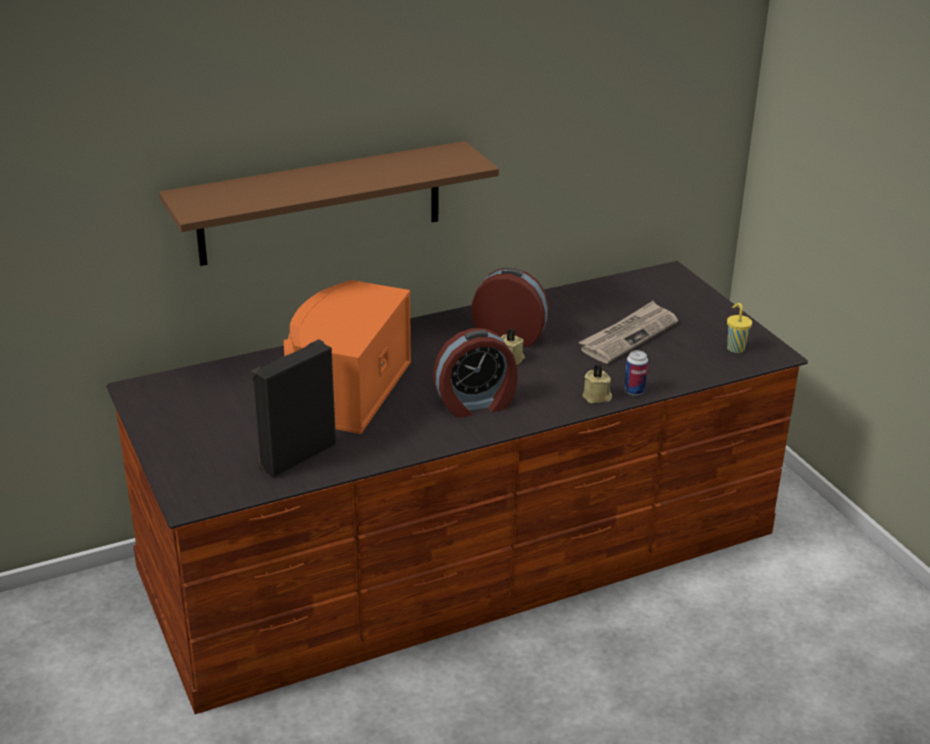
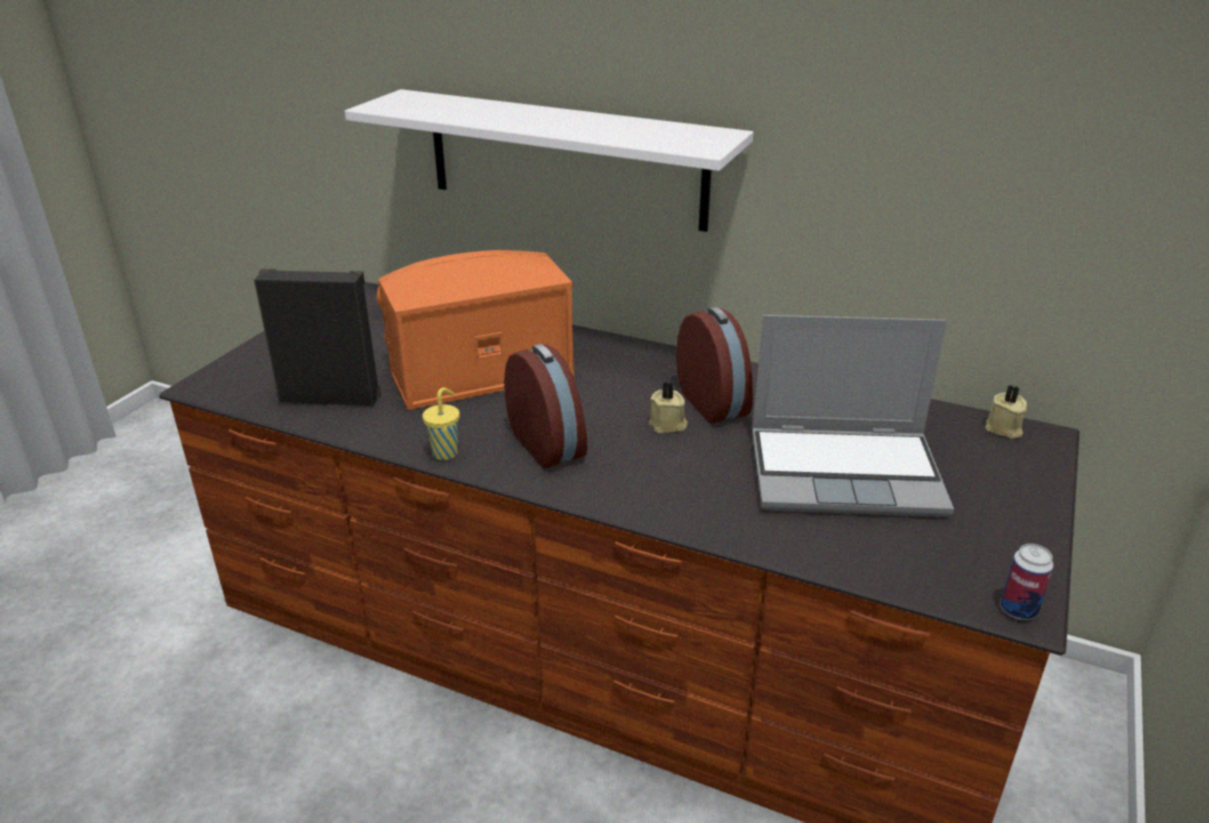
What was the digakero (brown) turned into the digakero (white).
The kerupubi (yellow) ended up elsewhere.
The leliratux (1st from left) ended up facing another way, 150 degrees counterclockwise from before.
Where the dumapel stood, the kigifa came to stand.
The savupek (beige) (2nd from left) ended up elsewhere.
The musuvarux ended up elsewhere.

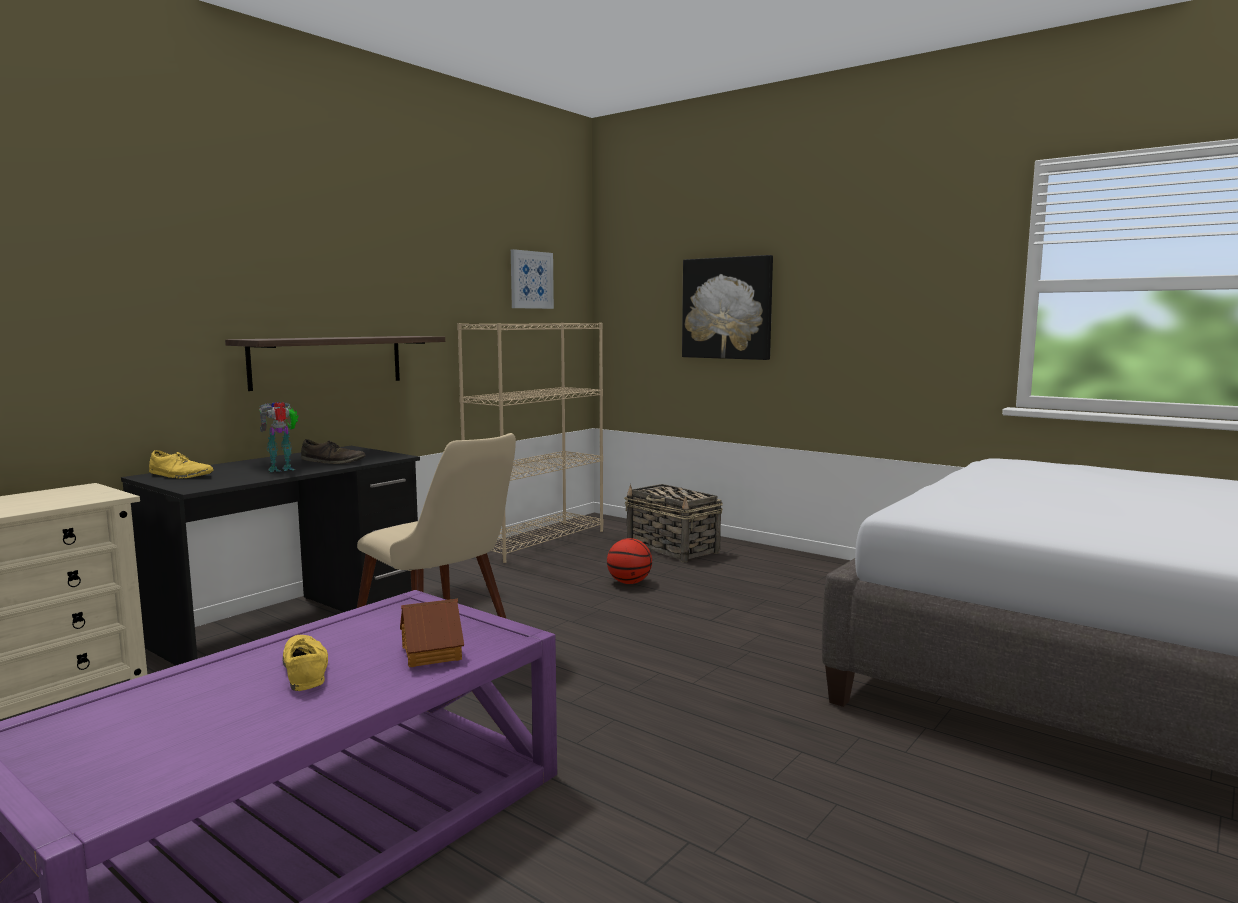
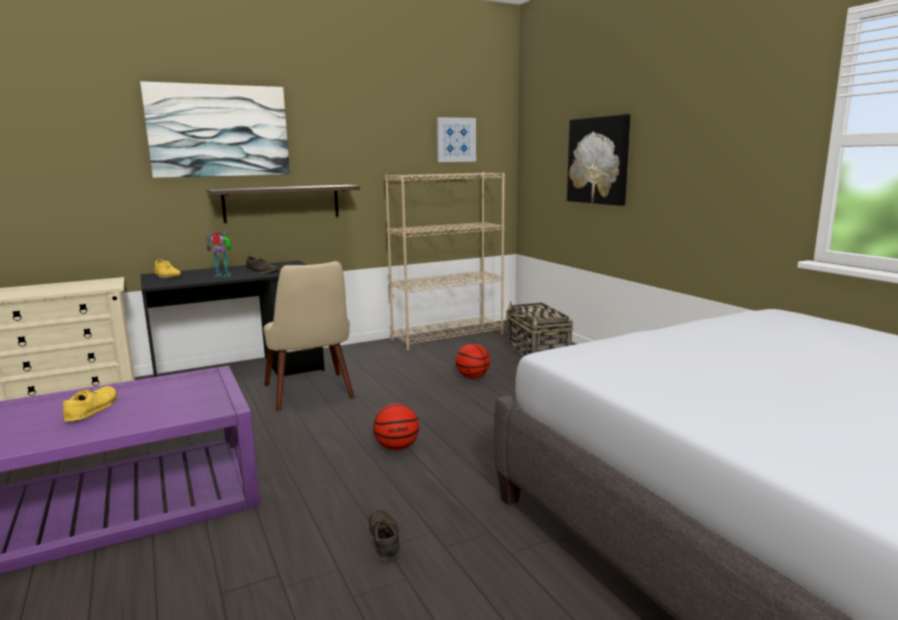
The second view gained the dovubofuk (1st from left).
The second view gained the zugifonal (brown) (2nd from left).
The second view gained the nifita (1st from left).
The second view lost the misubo.

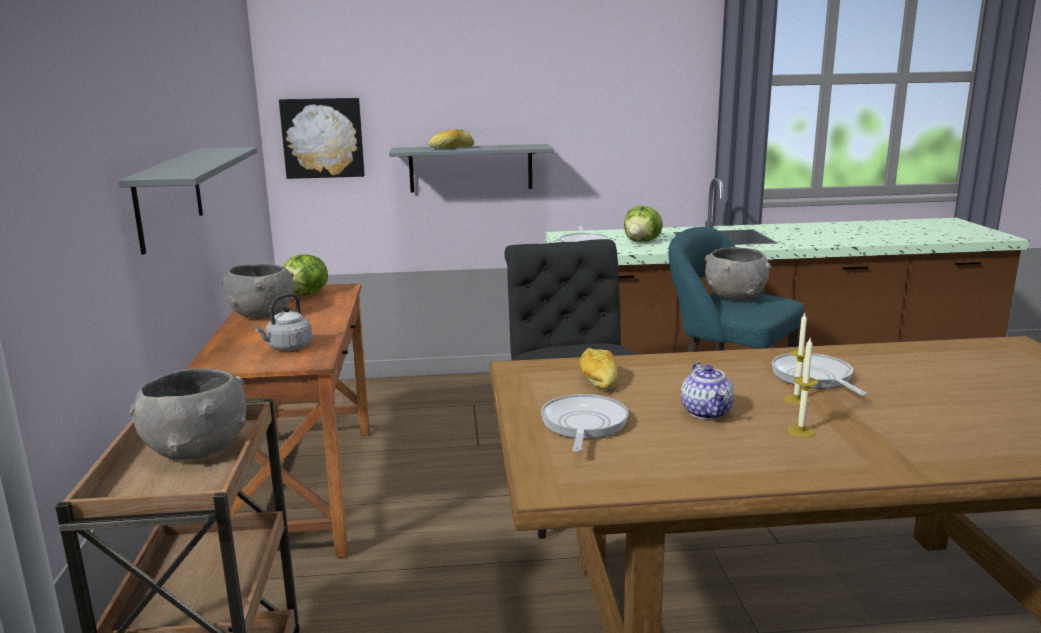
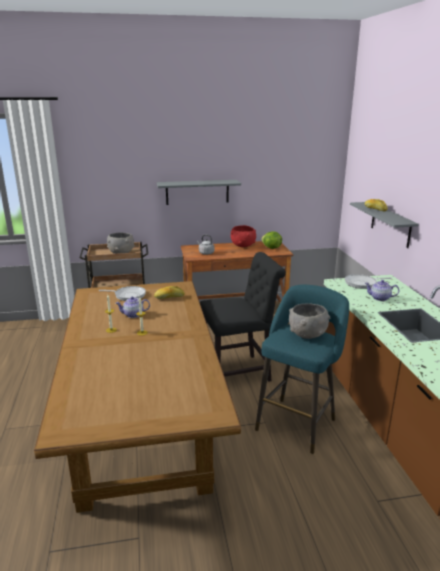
What was the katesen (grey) (2nd from left) turned into the katesen (red).
Where the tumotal (2nd from left) stood, the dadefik (2nd from left) came to stand.
The second view lost the dovubofuk.
The second view lost the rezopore (3rd from left).

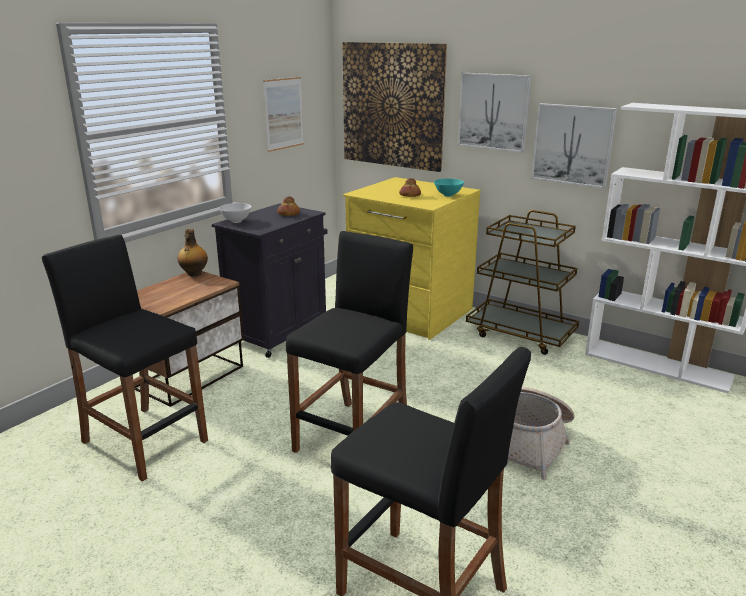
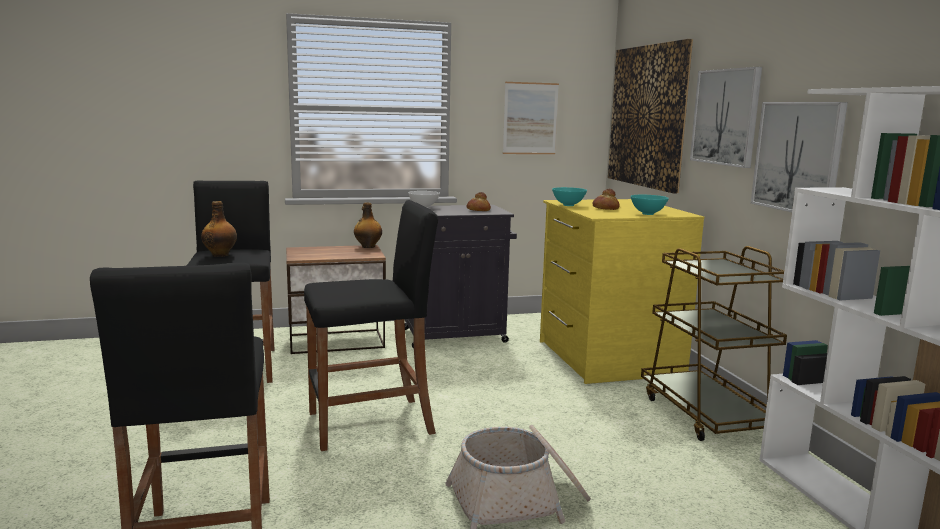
The second view gained the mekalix (1st from left).
The second view gained the katesen (turquoise) (1st from left).

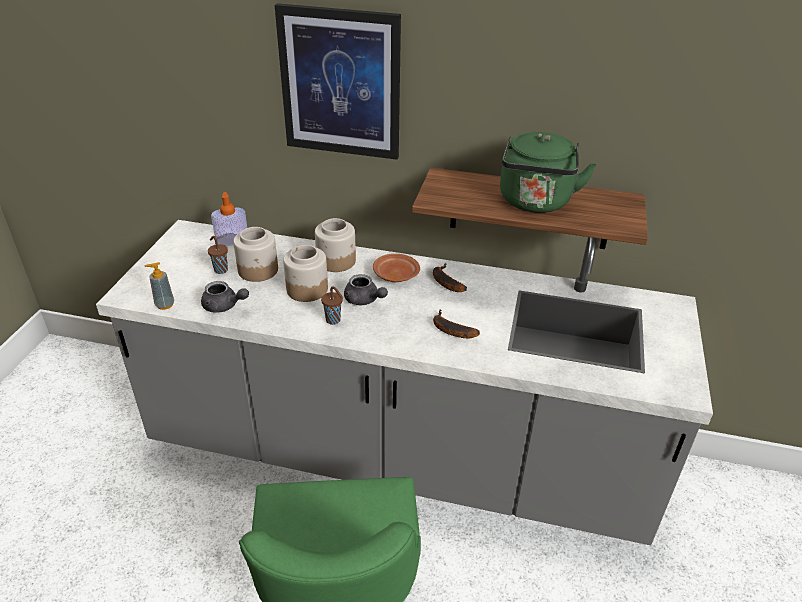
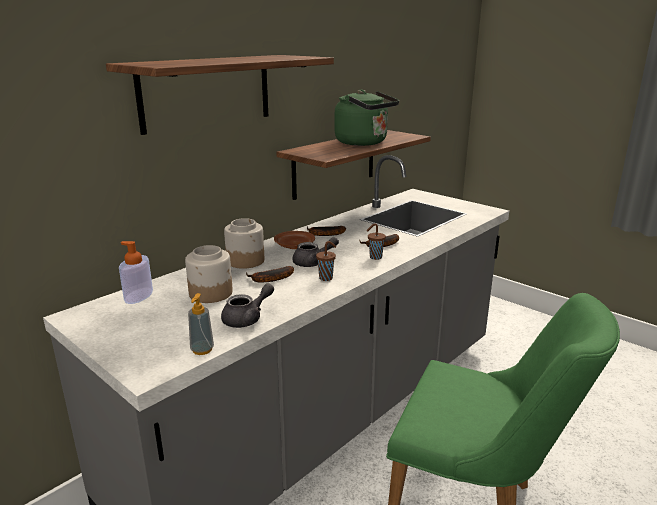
Where the dovubofuk hung, the digakero (1st from left) came to hang.
Where the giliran (2nd from left) stood, the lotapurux (1st from left) came to stand.
The kerupubi (brown) (1st from left in the first image) ended up elsewhere.

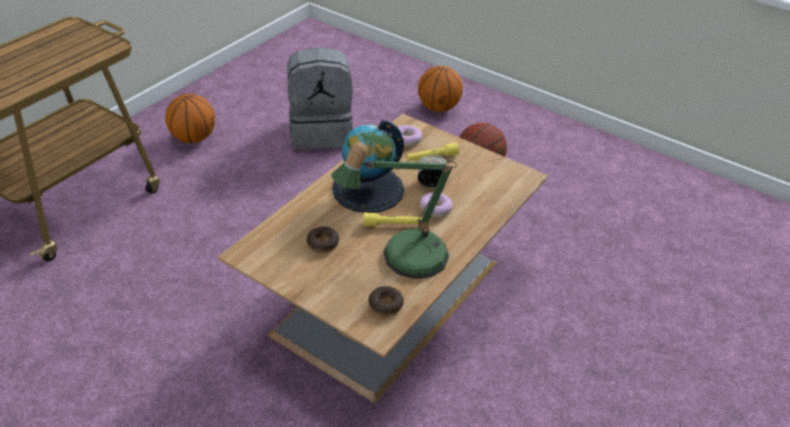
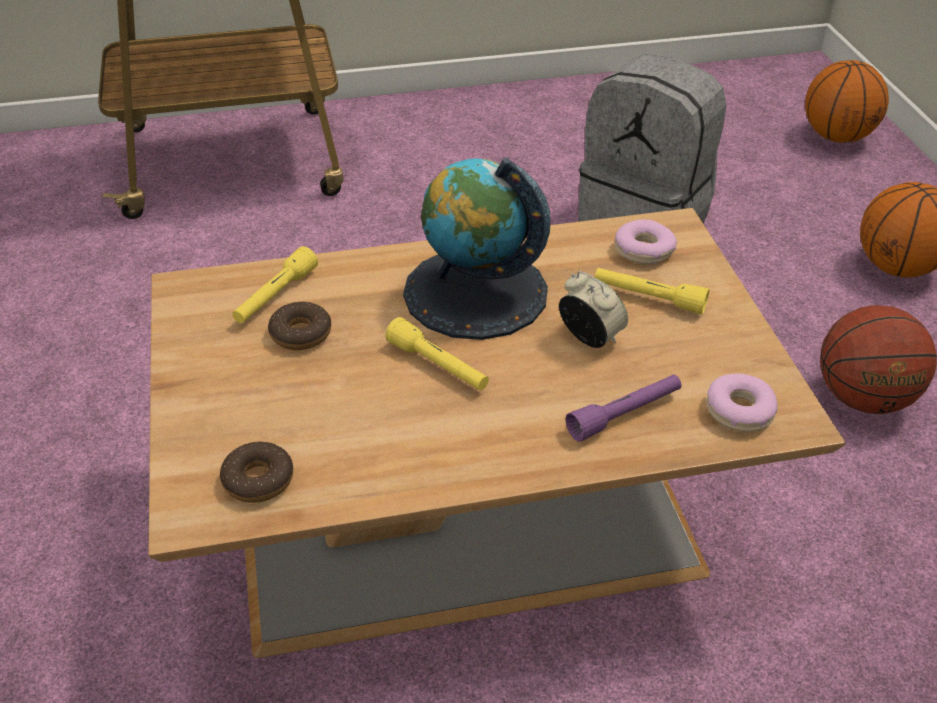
The second view gained the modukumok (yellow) (1st from left).
The second view gained the modukumok (purple).
The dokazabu (4th from left) ended up elsewhere.
The nifita (1st from left) ended up elsewhere.
The second view lost the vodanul.

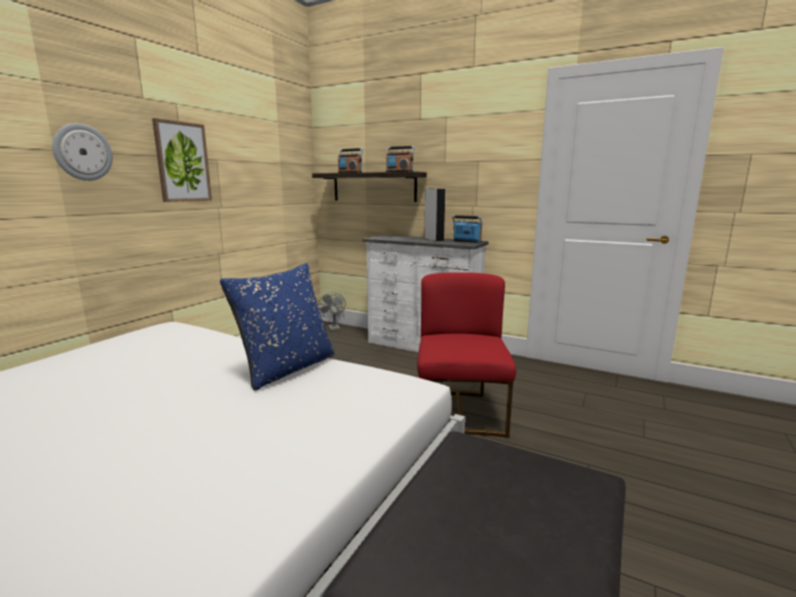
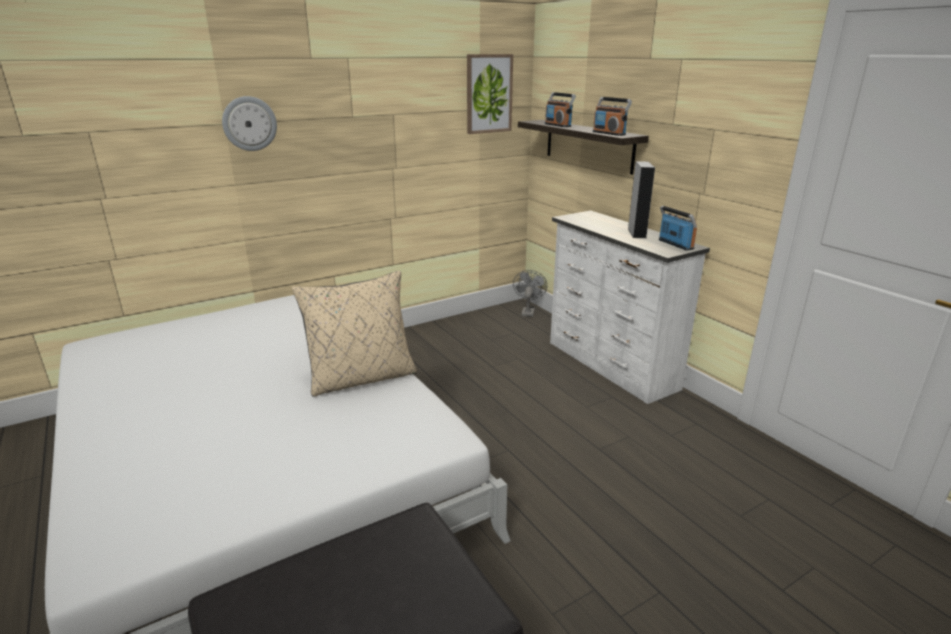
What was the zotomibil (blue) turned into the zotomibil (beige).
The dovubofuk ended up elsewhere.
The second view lost the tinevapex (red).

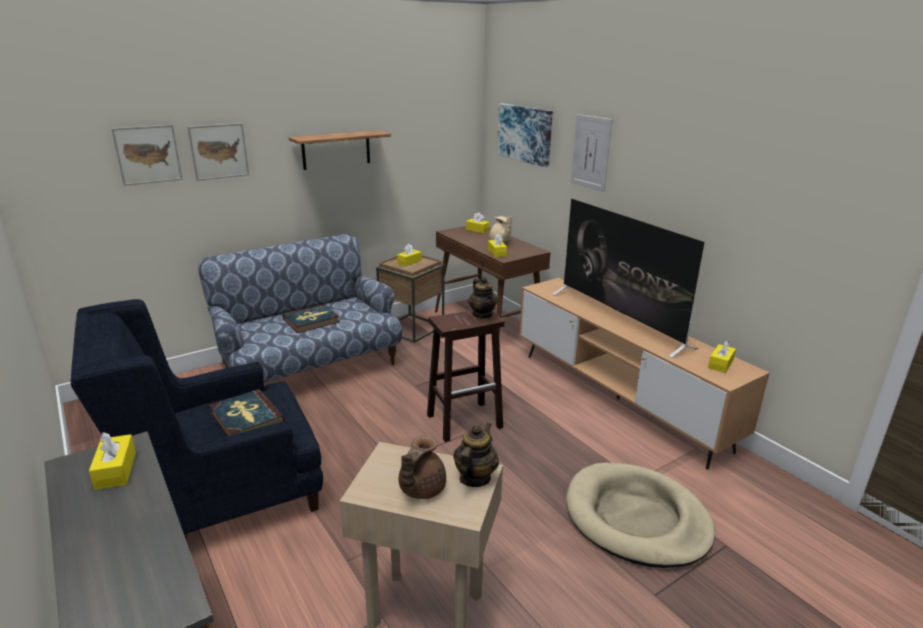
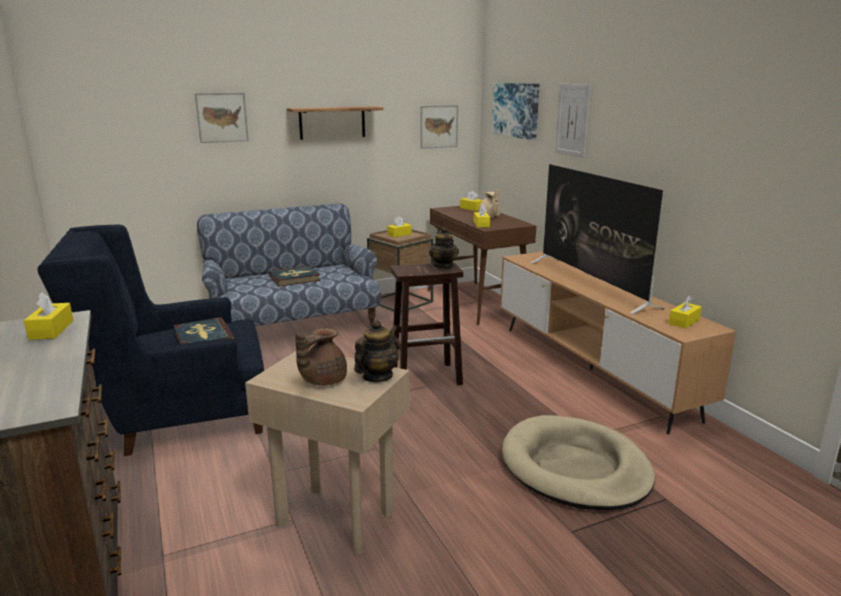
The dovubofuk (1st from left in the first image) ended up elsewhere.

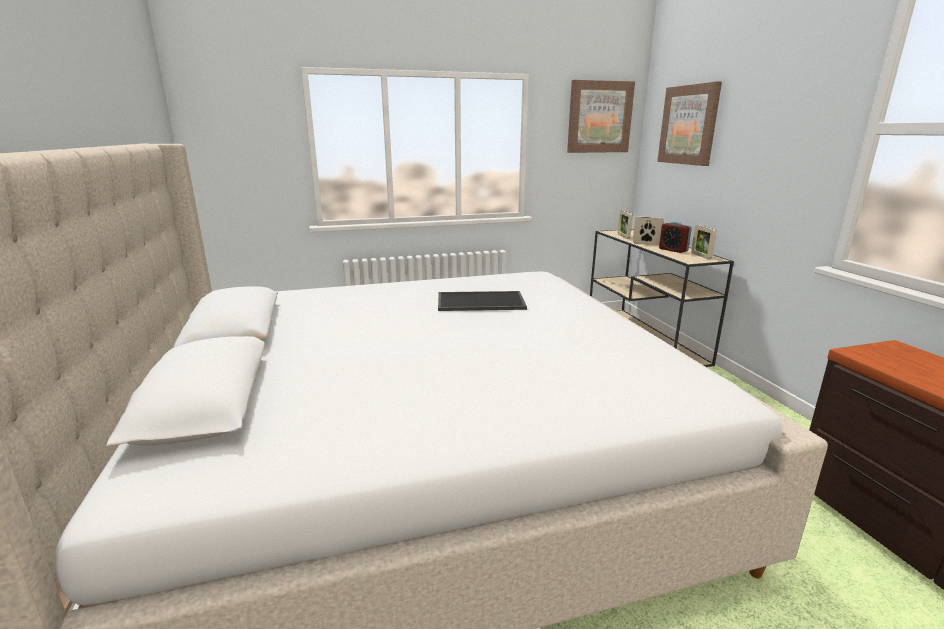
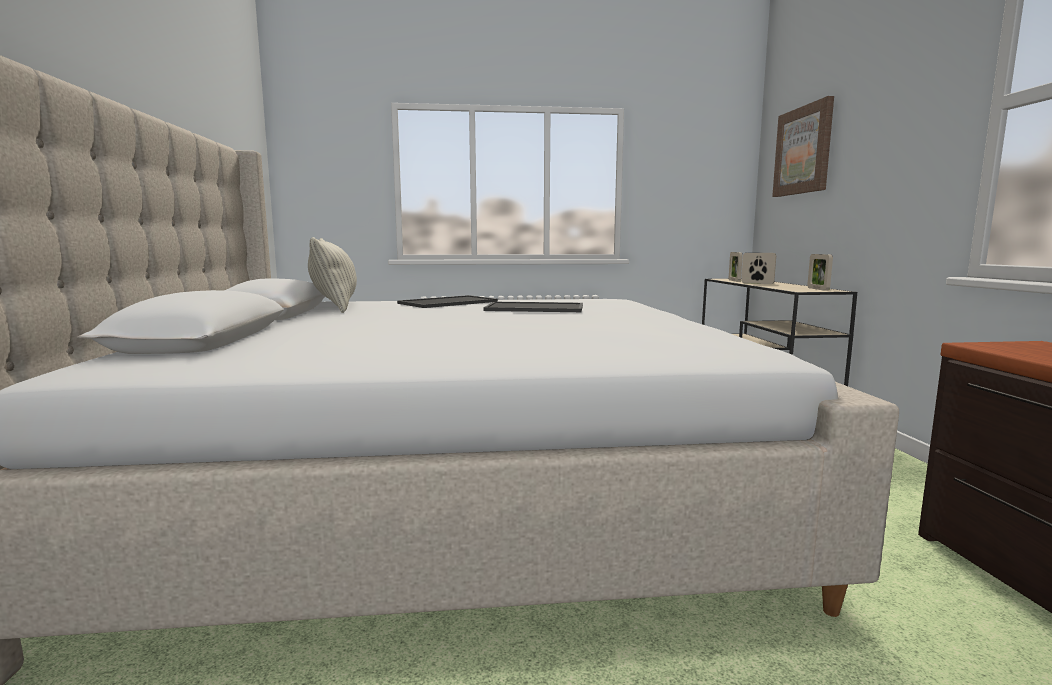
The second view gained the zotomibil.
The second view gained the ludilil (1st from left).
The second view lost the dovubofuk (1st from left).
The second view lost the leliratux.

